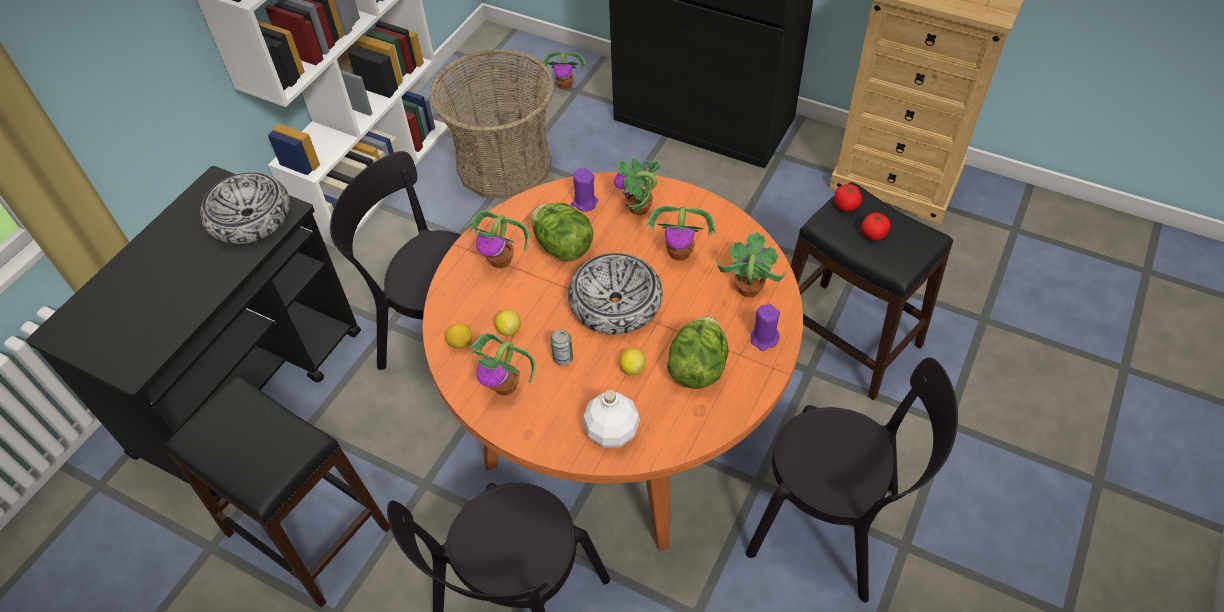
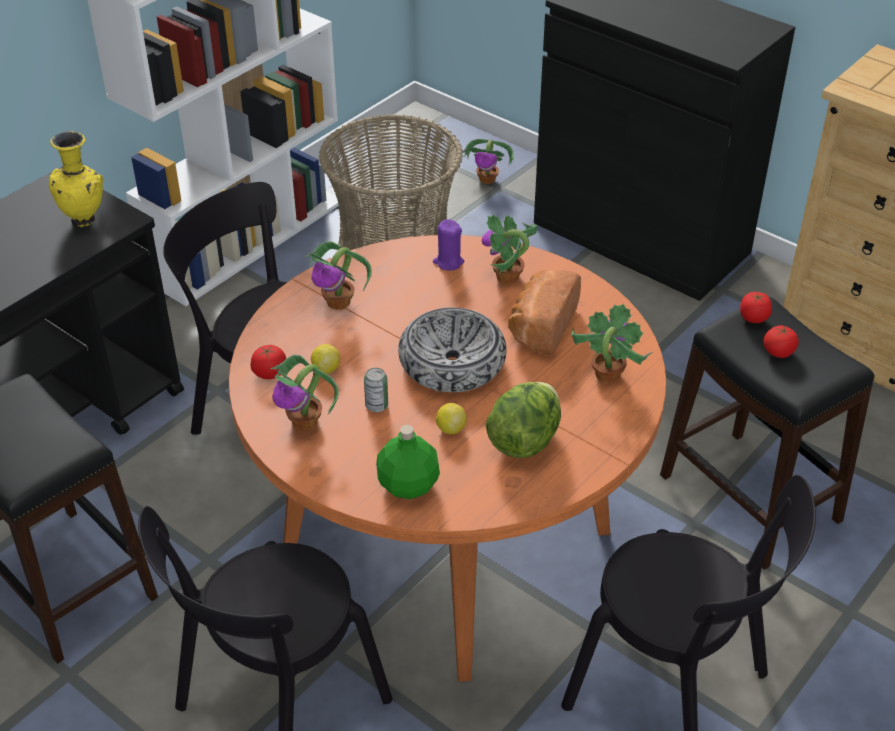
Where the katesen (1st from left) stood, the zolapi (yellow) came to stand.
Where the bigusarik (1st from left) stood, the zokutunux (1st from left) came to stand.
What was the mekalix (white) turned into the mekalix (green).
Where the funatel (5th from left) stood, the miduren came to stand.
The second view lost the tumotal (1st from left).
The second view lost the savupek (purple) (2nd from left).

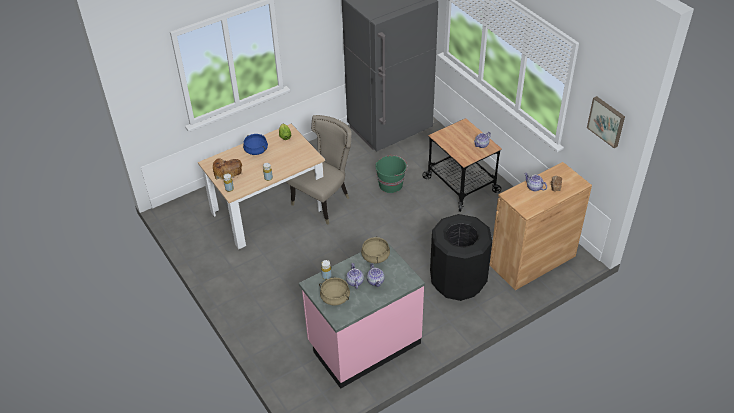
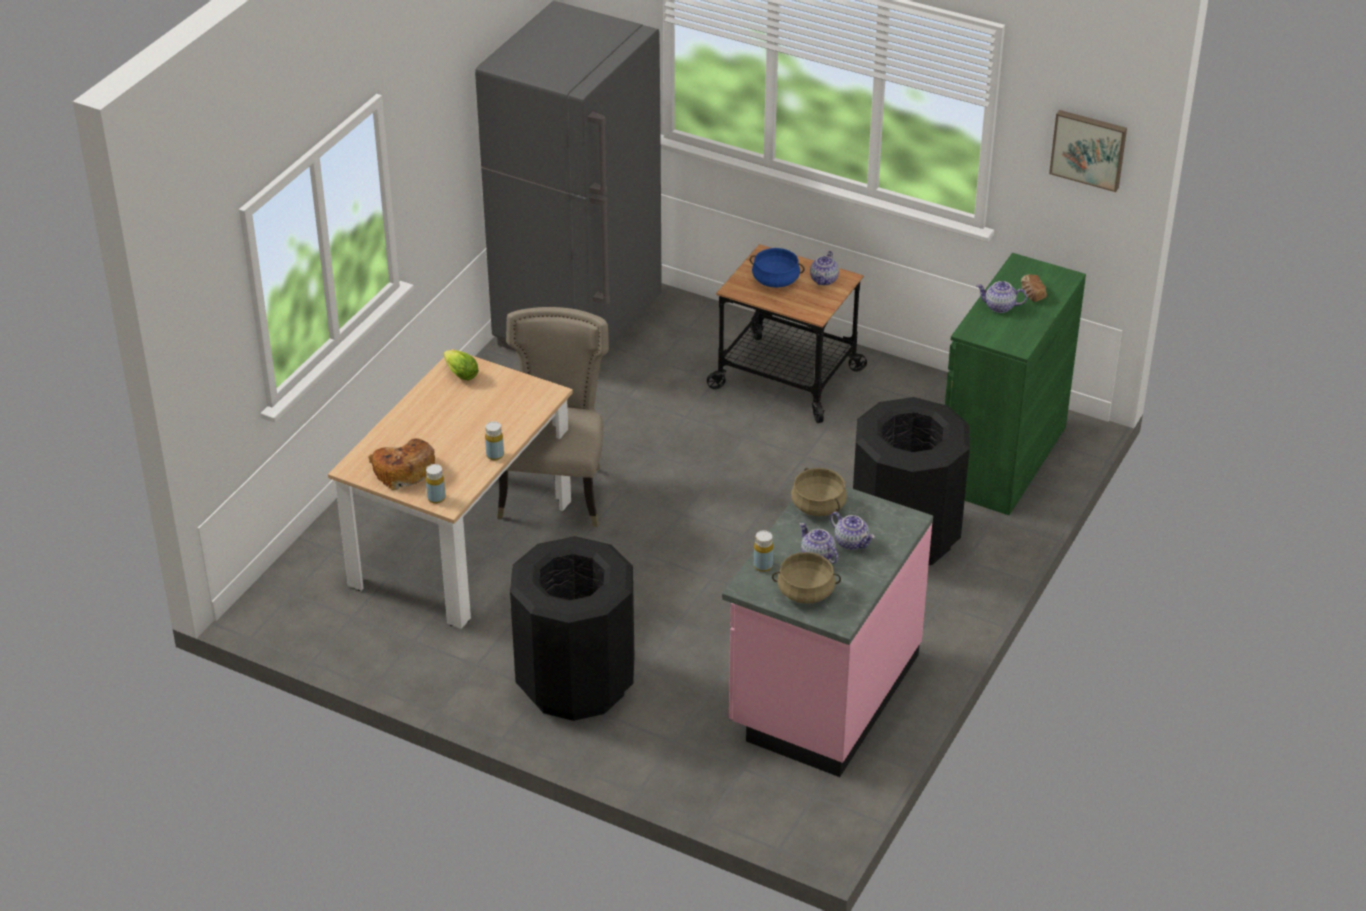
The second view gained the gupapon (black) (1st from left).
The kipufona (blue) ended up elsewhere.
What was the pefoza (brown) turned into the pefoza (green).
The second view lost the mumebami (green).

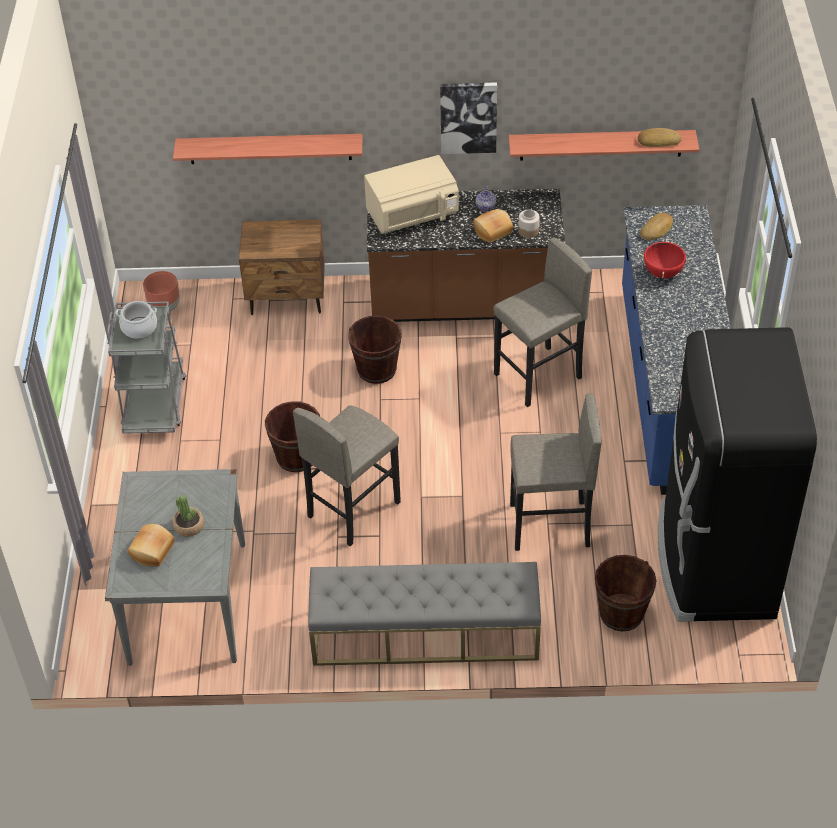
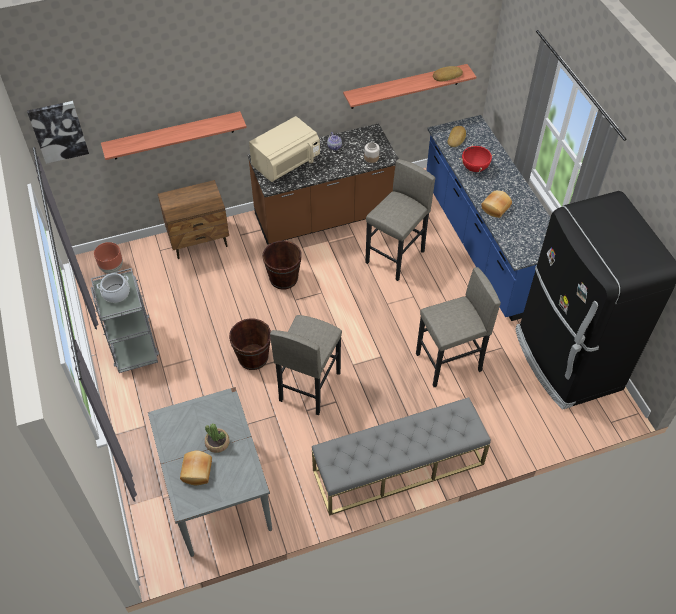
The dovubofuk ended up elsewhere.
The miduren (2nd from left in the first image) ended up elsewhere.
The second view lost the mumebami (brown) (3rd from left).

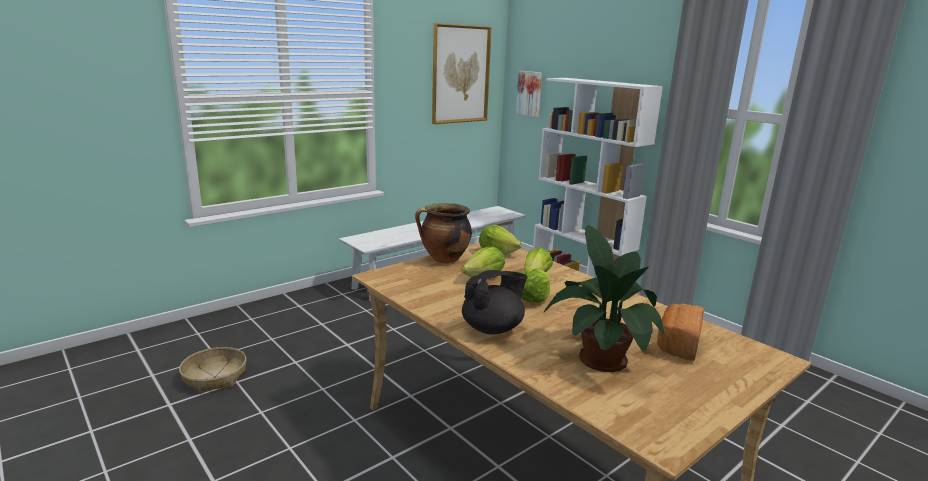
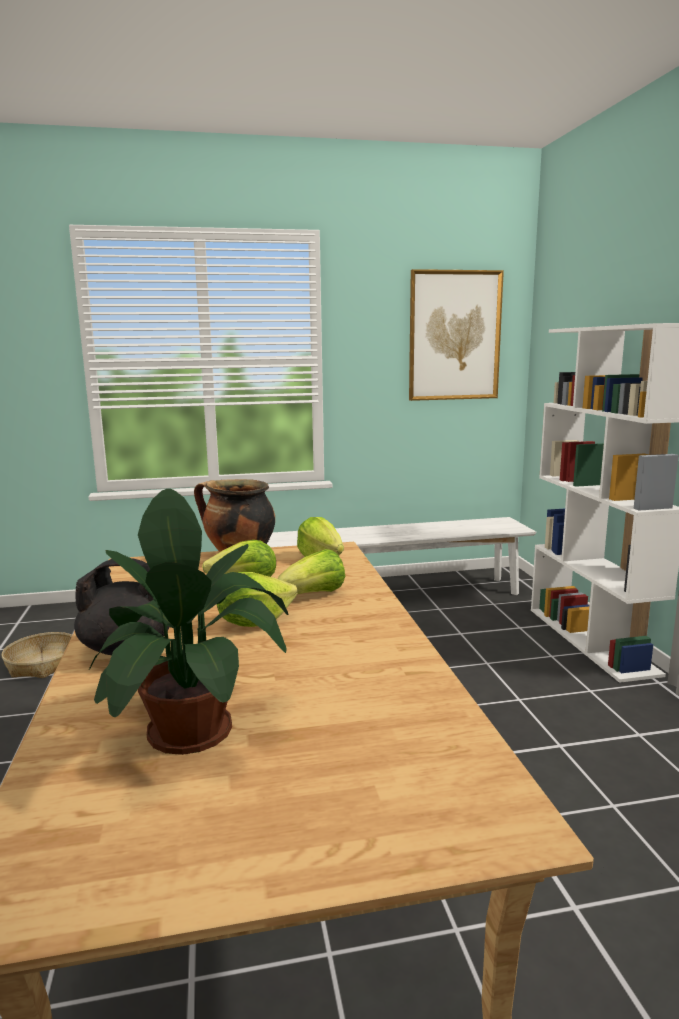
The second view lost the dovubofuk (2nd from left).
The second view lost the miduren.

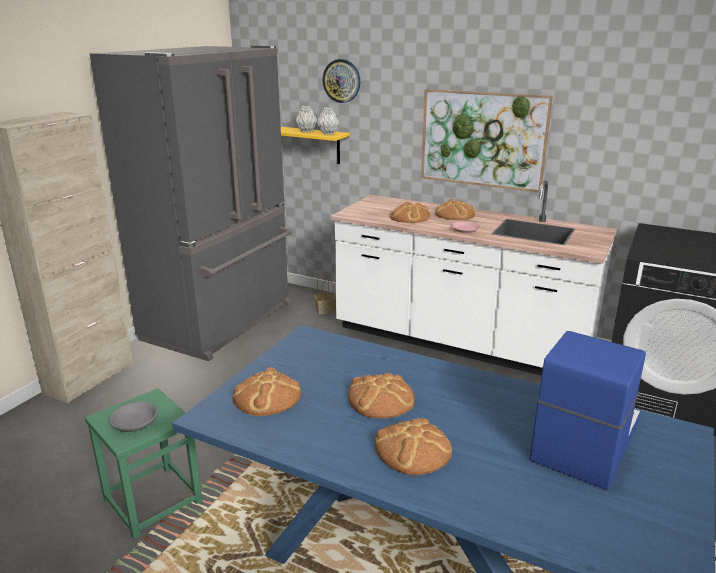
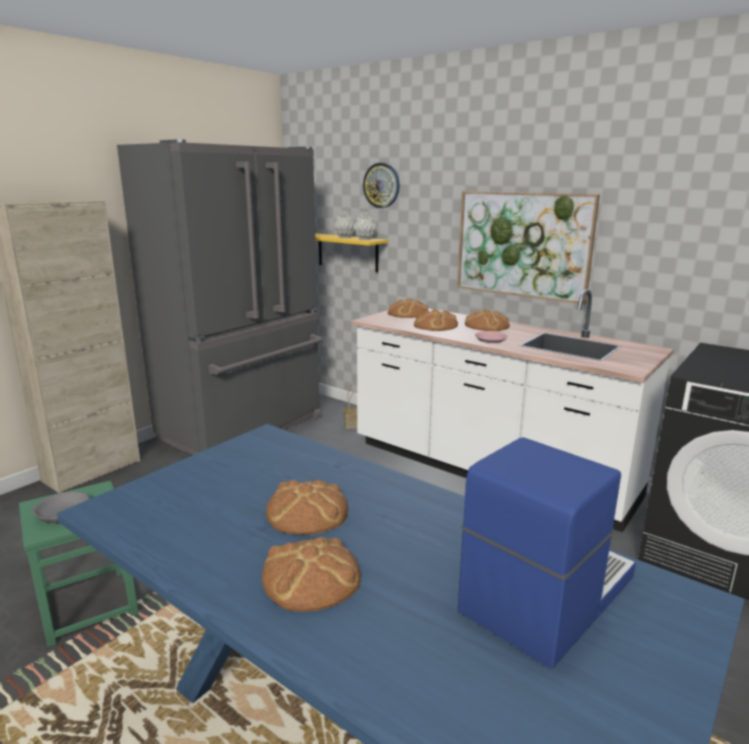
The miduren (1st from left in the first image) ended up elsewhere.

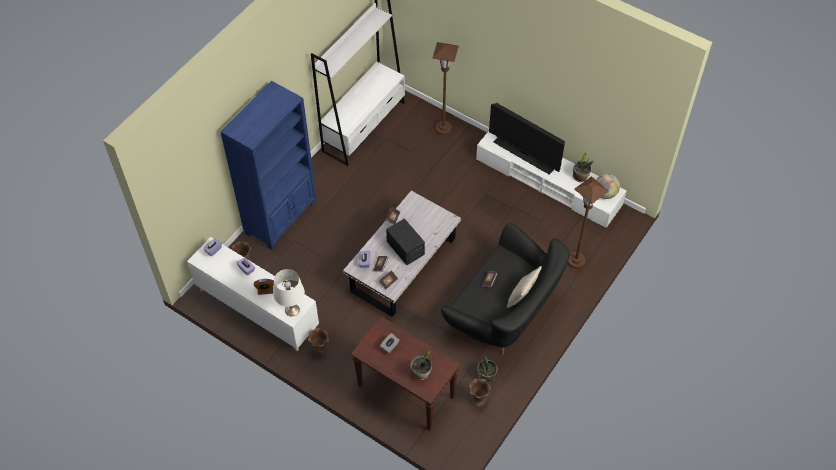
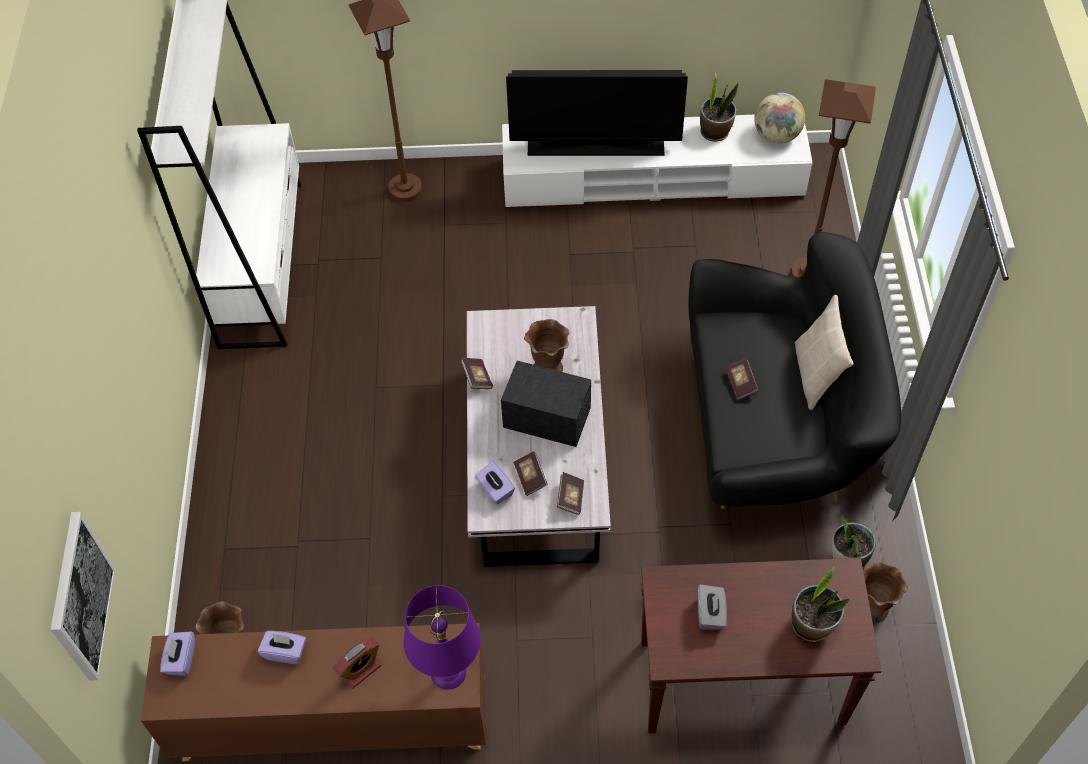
The second view gained the dovubofuk.
What was the pefoza (white) turned into the pefoza (brown).
What was the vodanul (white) turned into the vodanul (purple).
The zolapi (brown) (2nd from left) ended up elsewhere.
The second view lost the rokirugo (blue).

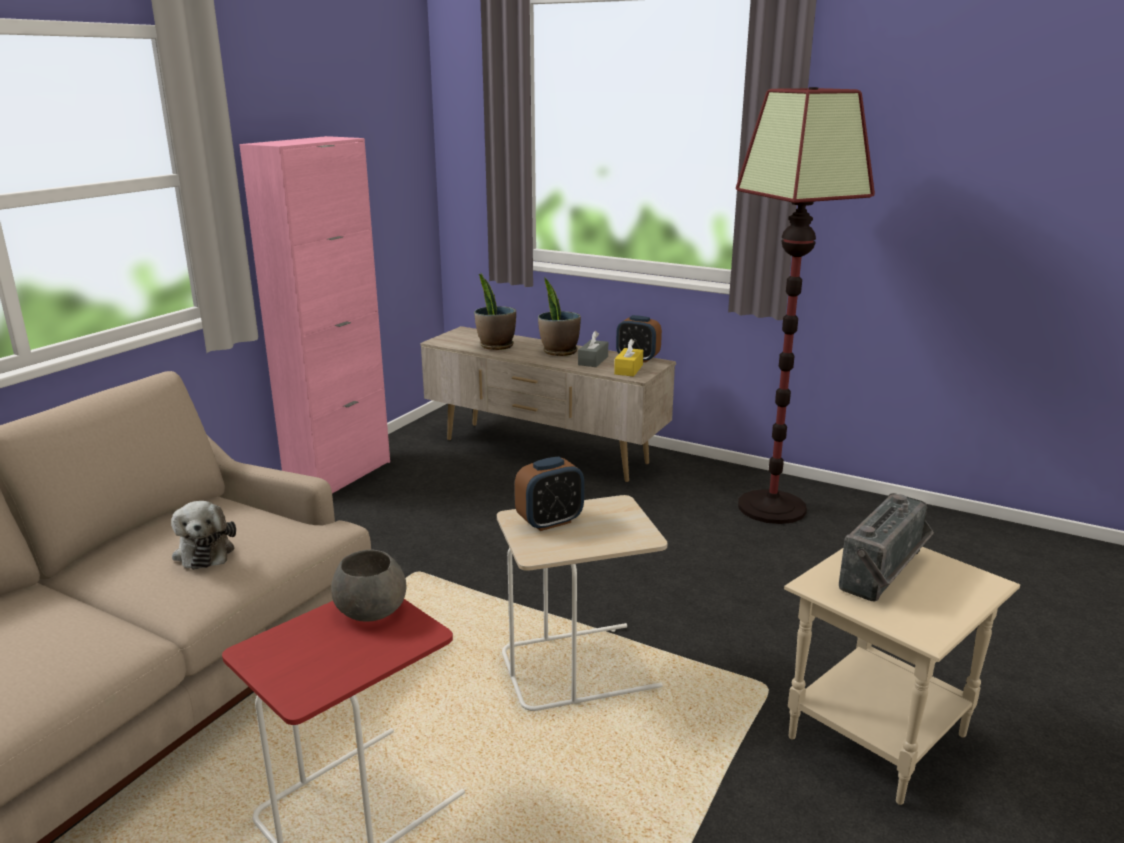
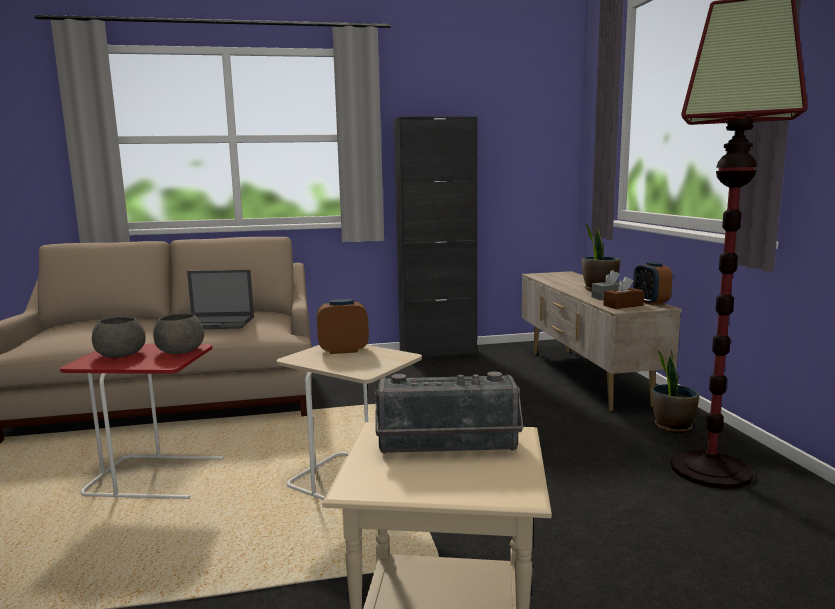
The second view gained the katesen (grey) (1st from left).
Where the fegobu stood, the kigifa came to stand.
The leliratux (1st from left) ended up facing another way, 150 degrees clockwise from before.
What was the pefoza (pink) turned into the pefoza (black).
What was the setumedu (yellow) turned into the setumedu (brown).
The funatel (1st from left in the first image) ended up elsewhere.

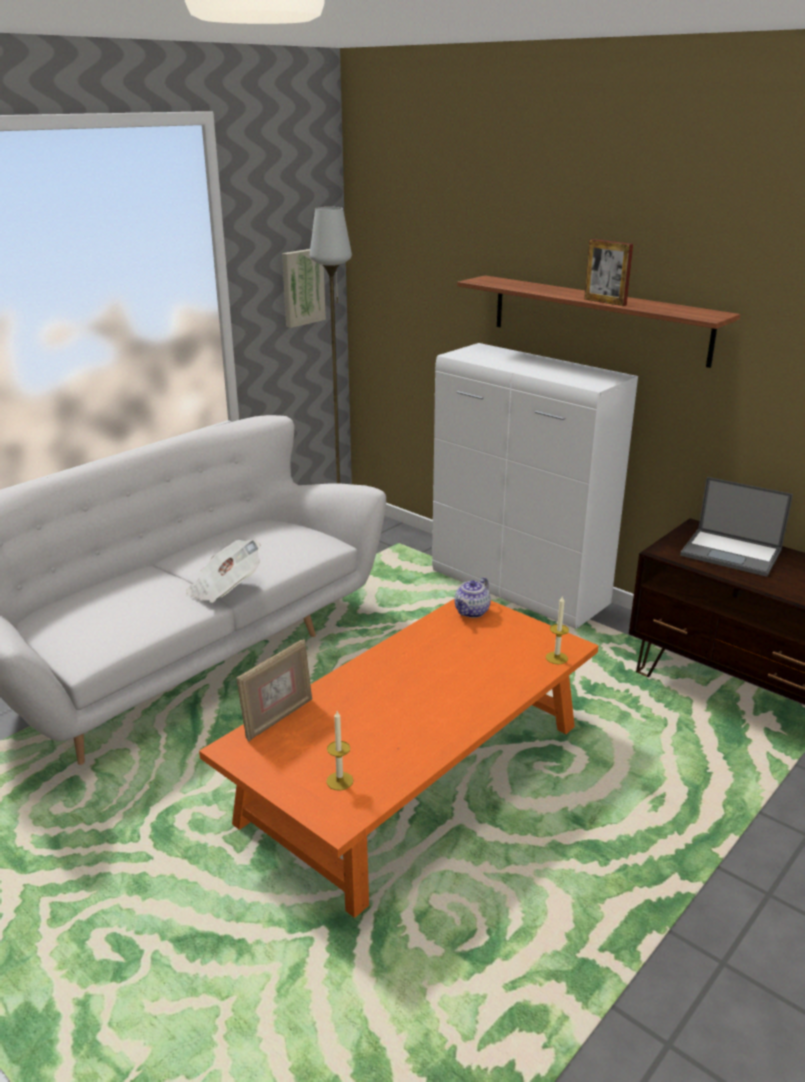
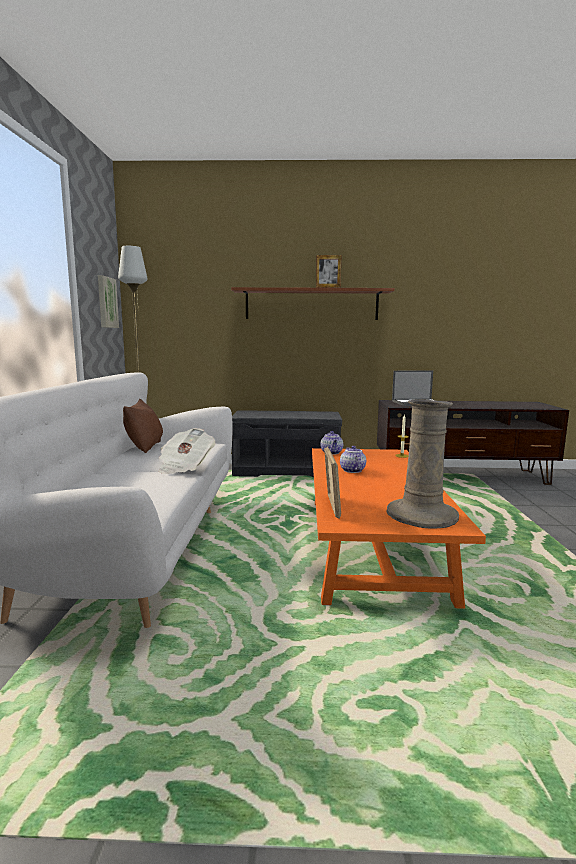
The second view gained the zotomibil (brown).
Where the pefoza (white) stood, the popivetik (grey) came to stand.
The second view gained the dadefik (2nd from left).
Where the savupek (1st from left) stood, the zolapi (beige) came to stand.

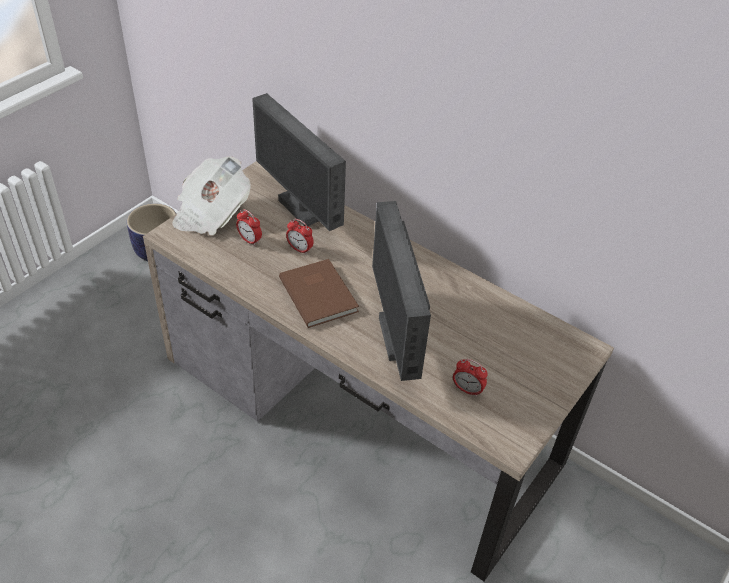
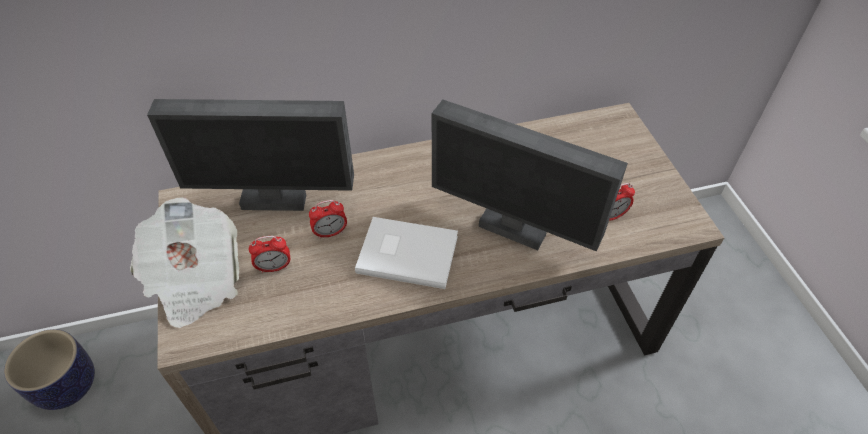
What was the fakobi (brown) turned into the fakobi (white).

